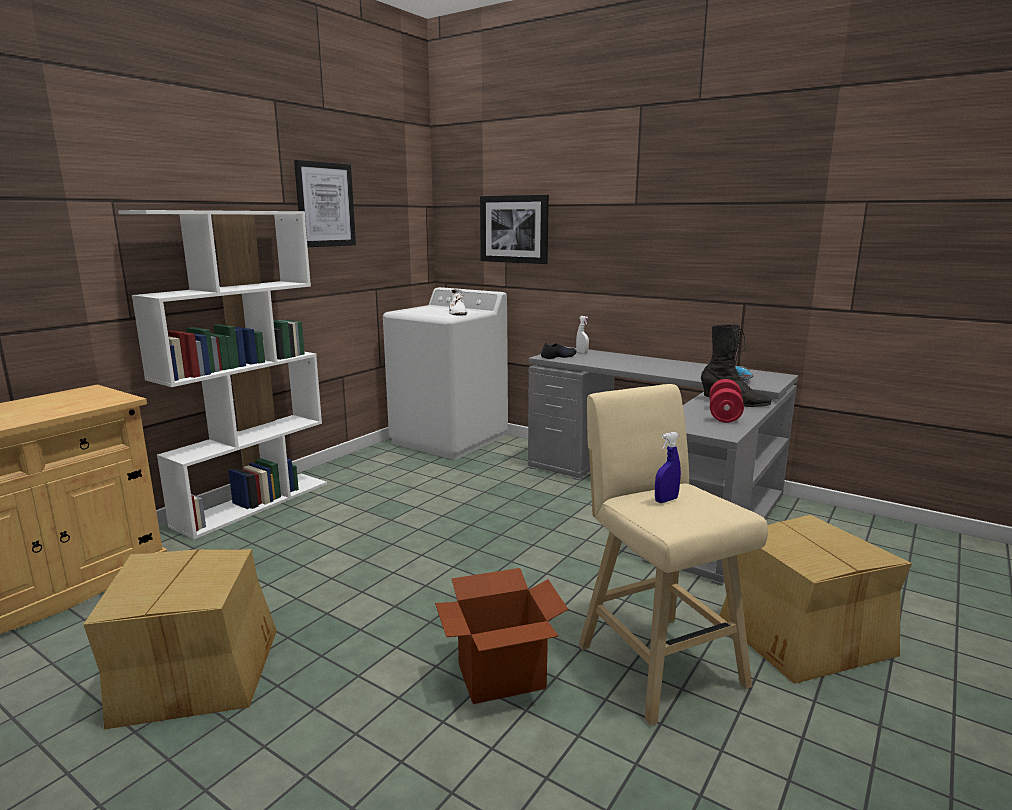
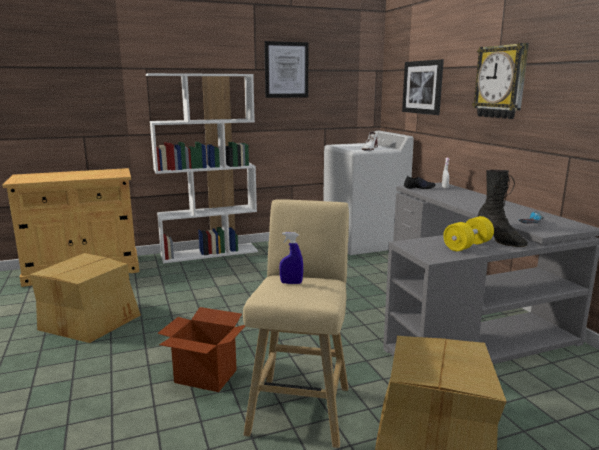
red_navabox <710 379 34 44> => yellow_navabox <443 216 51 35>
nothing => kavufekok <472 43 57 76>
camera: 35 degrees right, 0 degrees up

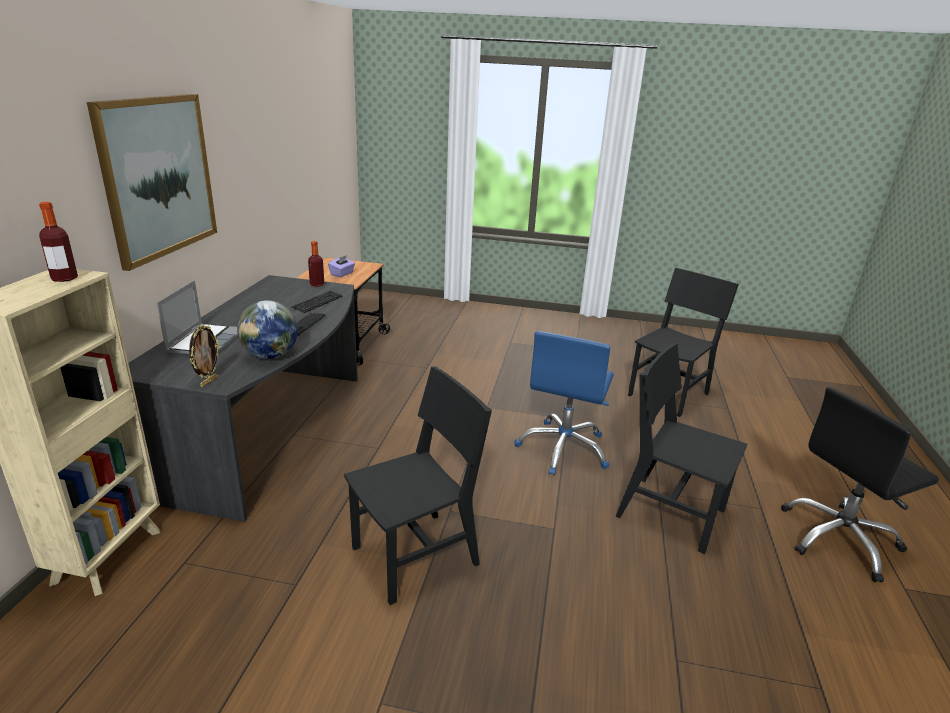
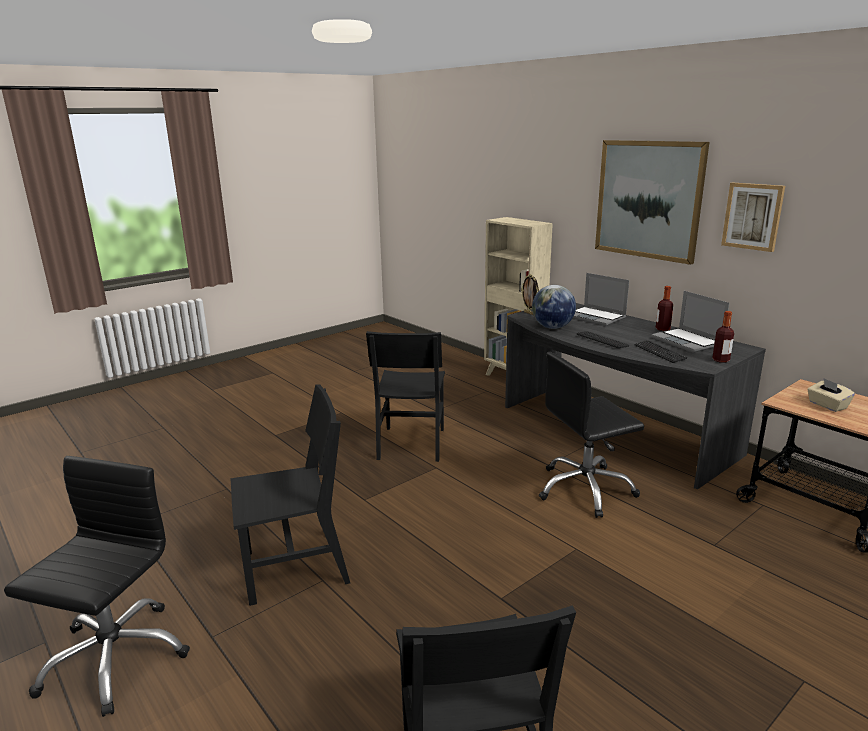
nothing => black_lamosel <539 352 105 166>
nothing => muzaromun <651 291 78 62>
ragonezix <39 202 39 80> => ragonezix <656 286 17 45>, shifted
nothing => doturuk <721 183 64 69>
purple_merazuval <328 255 27 22> => beige_merazuval <807 378 48 34>
blue_lamosel <515 331 99 145> => nothing
camera: 130 degrees right, 5 degrees down

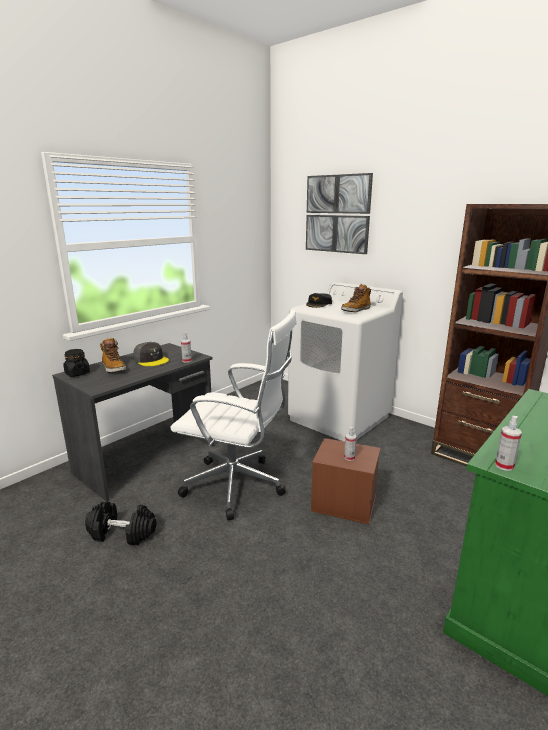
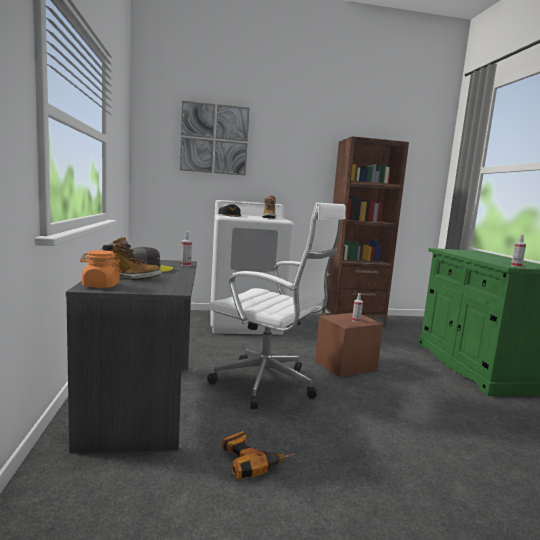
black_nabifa <63 349 27 28> => orange_nabifa <80 250 41 38>
white_lamosel <170 310 127 211> => white_lamosel <207 203 139 206>, 60 degrees clockwise
black_navabox <85 502 71 43> => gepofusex <222 431 73 49>
camera: 50 degrees left, 10 degrees down

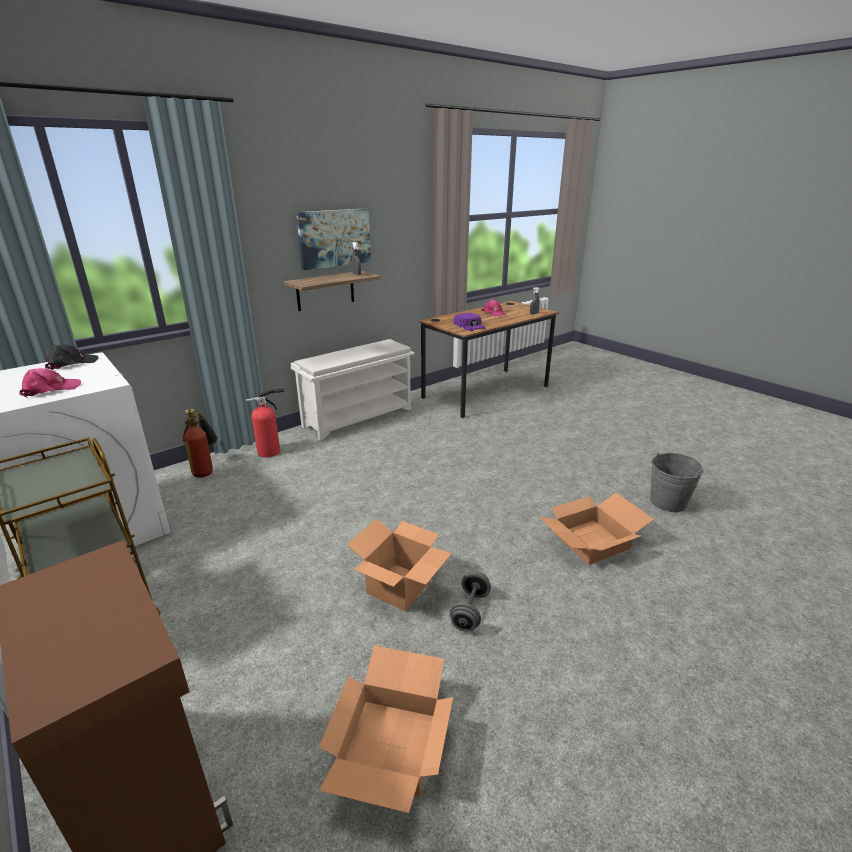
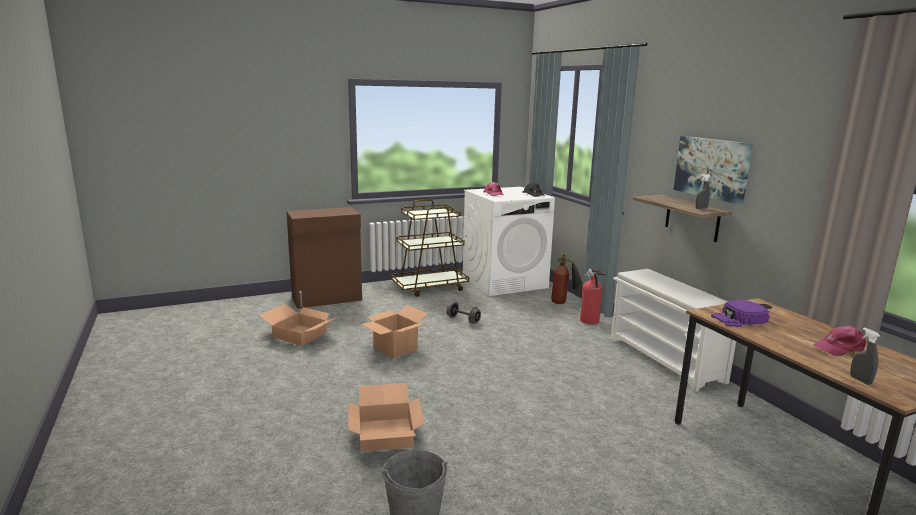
grey_navabox <450 571 41 61> => grey_navabox <446 302 35 22>, shifted
camera: 105 degrees right, 10 degrees down

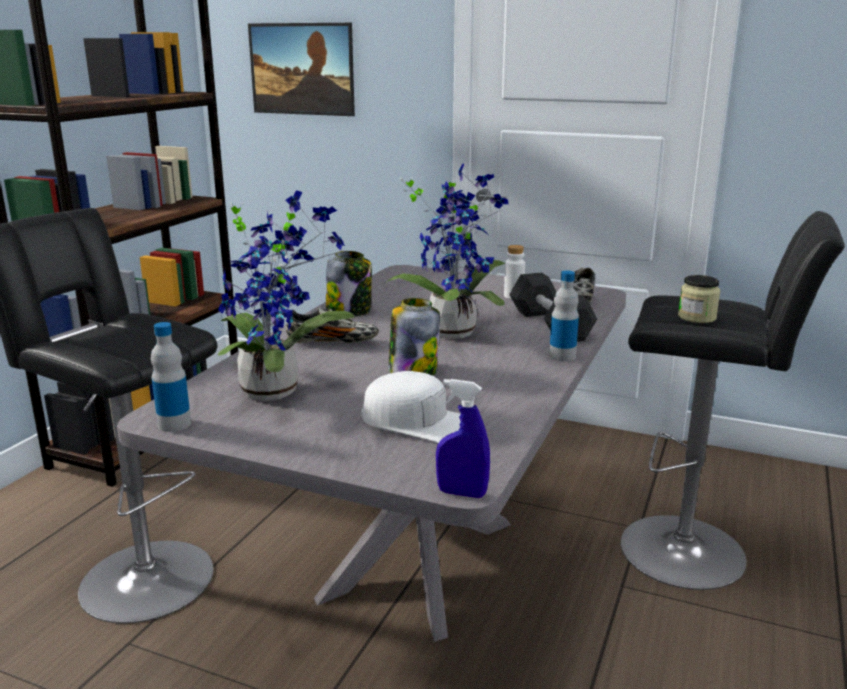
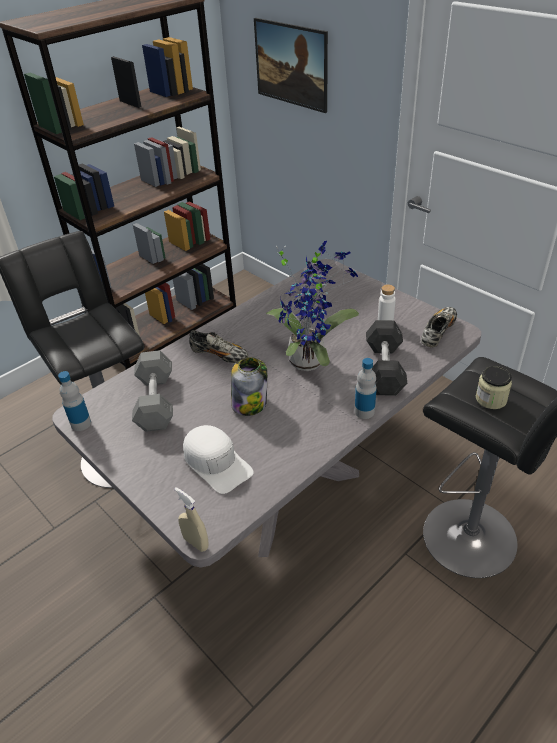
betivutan <217 190 138 211> => grey_navabox <132 350 41 82>
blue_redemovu <436 379 54 119> => beige_redemovu <174 487 35 65>
nabifa <326 251 46 65> => nothing
camera: 25 degrees right, 20 degrees up

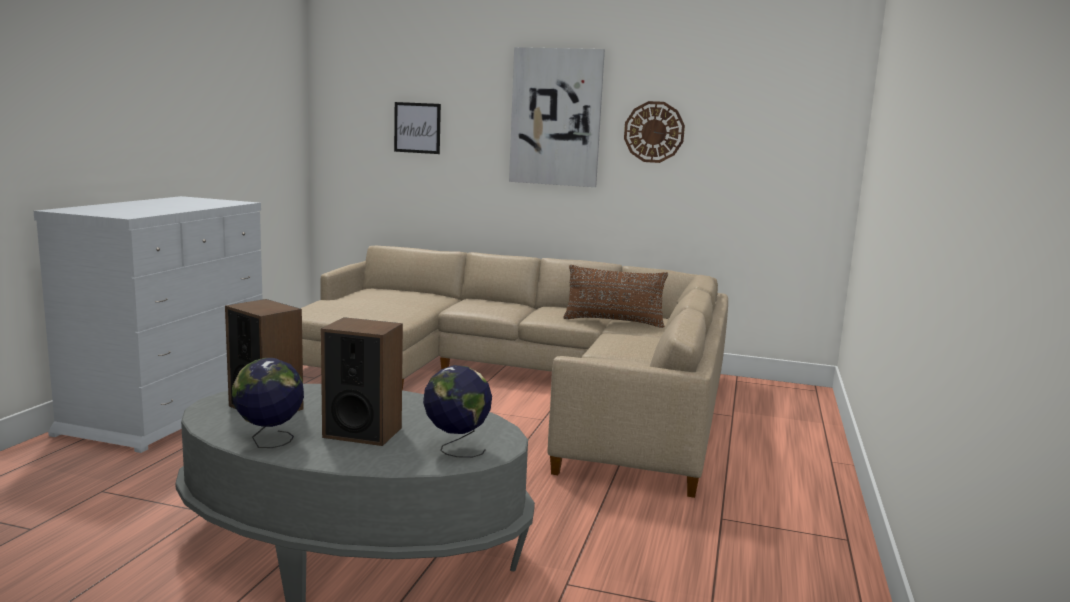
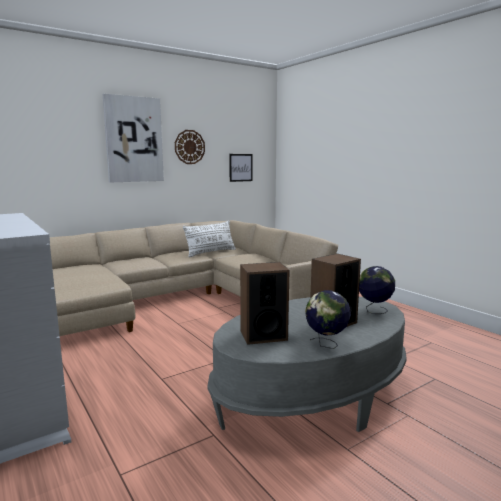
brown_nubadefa <563 265 105 63> => white_nubadefa <183 221 53 36>
doturuk <394 102 47 52> => doturuk <229 154 24 28>, shifted
camera: 50 degrees left, 0 degrees up

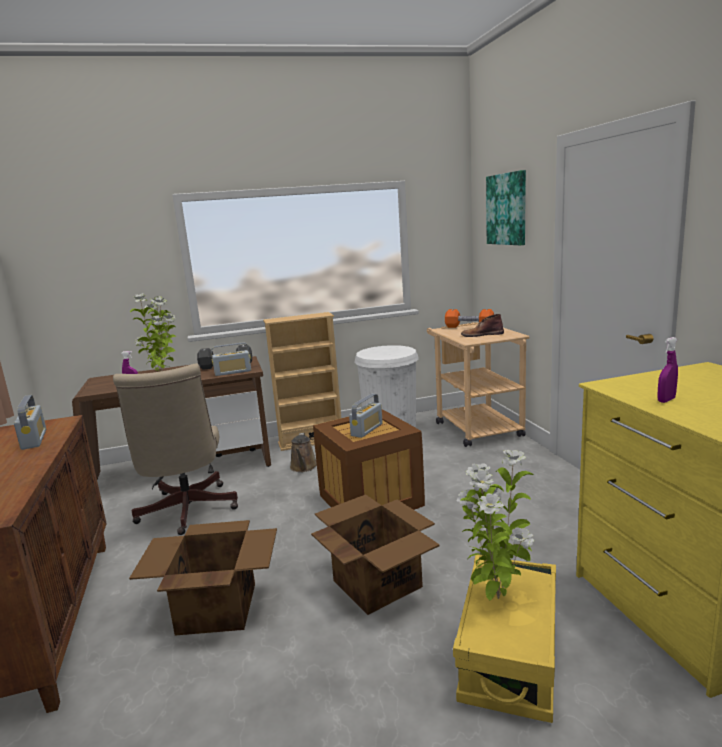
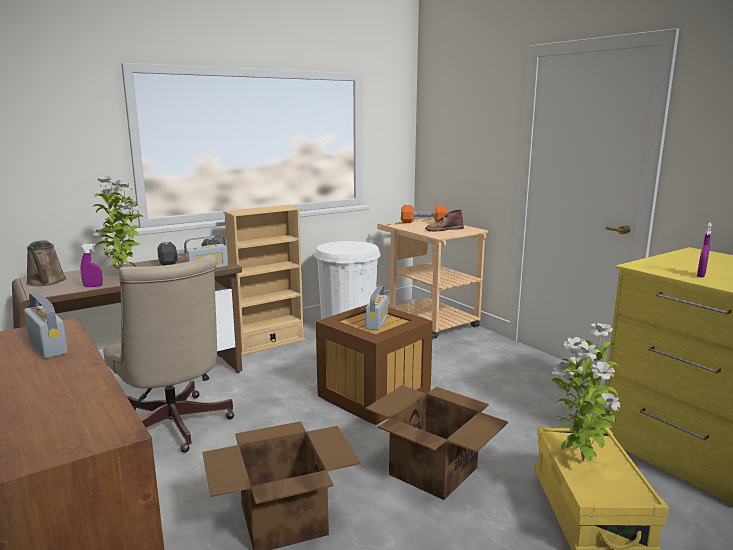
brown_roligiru <290 433 27 39> => brown_roligiru <26 240 40 46>, shifted
doturuk <486 170 40 76> => nothing
camera: 20 degrees left, 0 degrees up

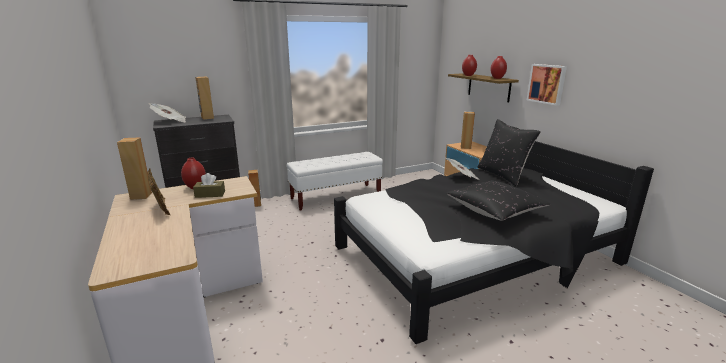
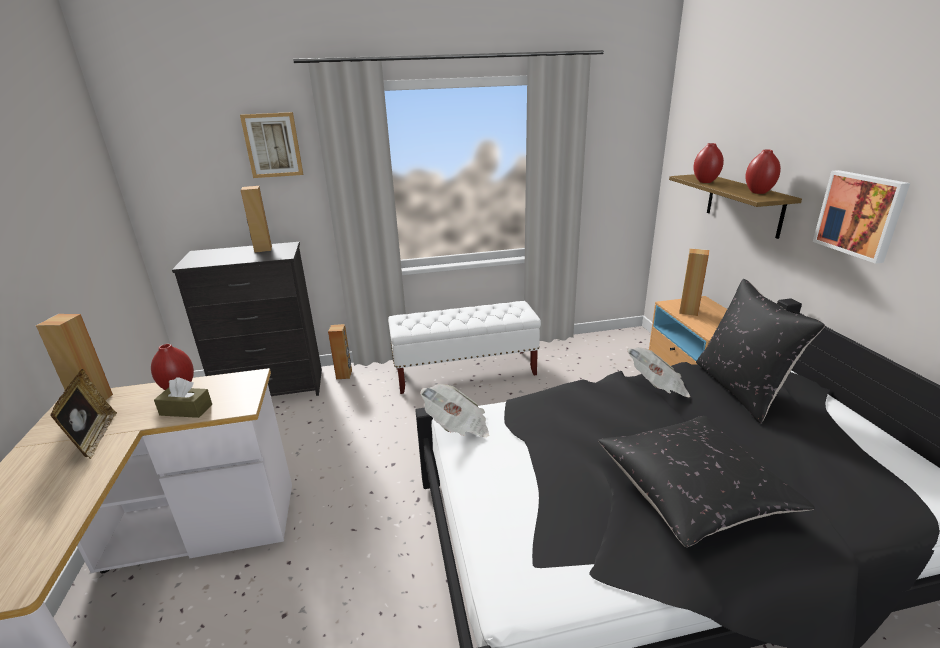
nothing => doturuk <240 112 63 66>
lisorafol <149 103 37 19> => lisorafol <420 384 69 53>, shifted
camera: 15 degrees right, 5 degrees up

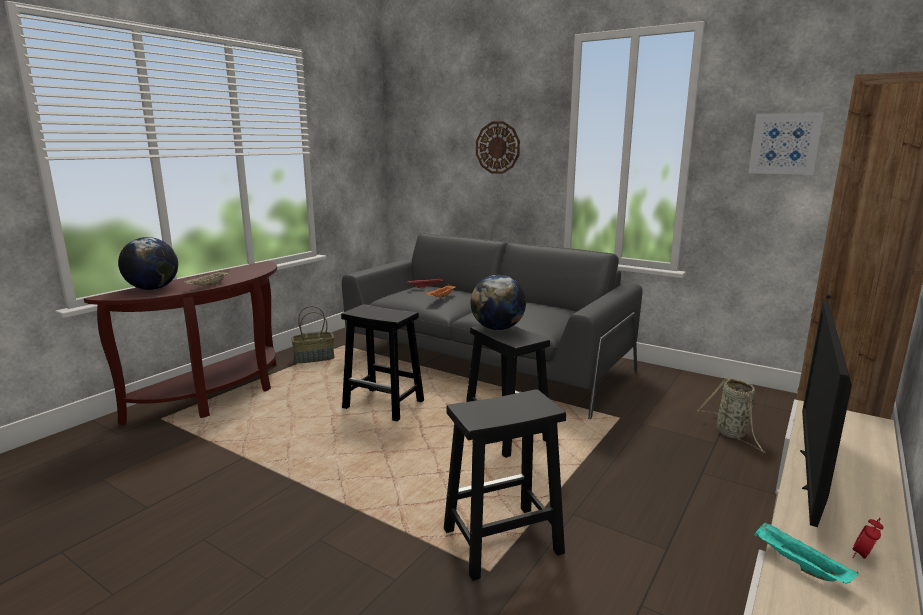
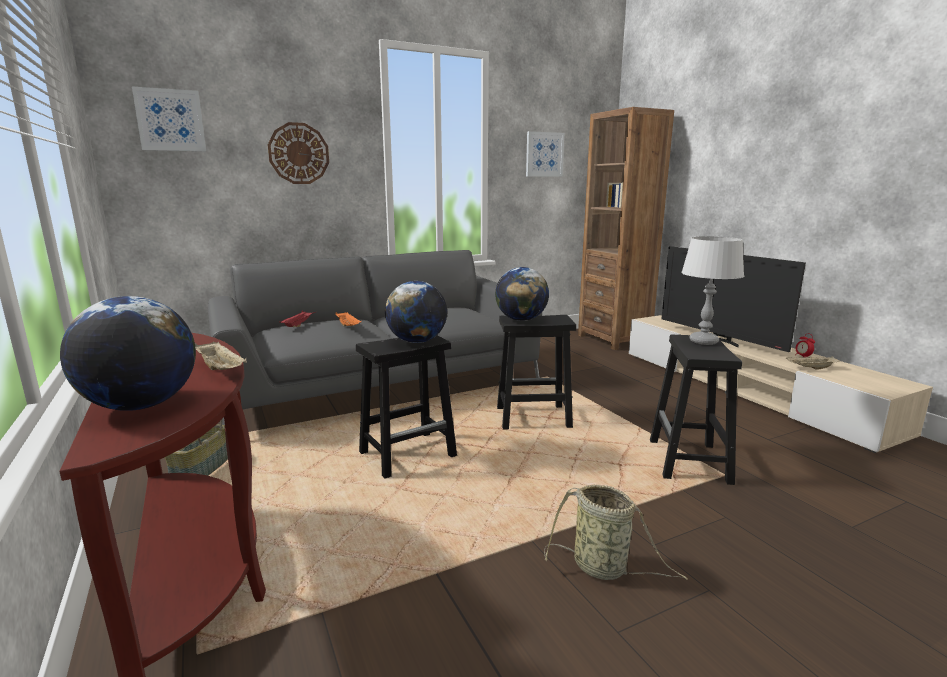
nothing => doturuk <132 87 74 64>
nothing => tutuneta <385 281 62 62>
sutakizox <697 377 69 76> => sutakizox <544 485 144 95>, shifted
nothing => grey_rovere <681 236 63 109>
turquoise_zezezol <754 522 104 62> => beige_zezezol <786 356 54 13>
camera: 60 degrees left, 0 degrees up

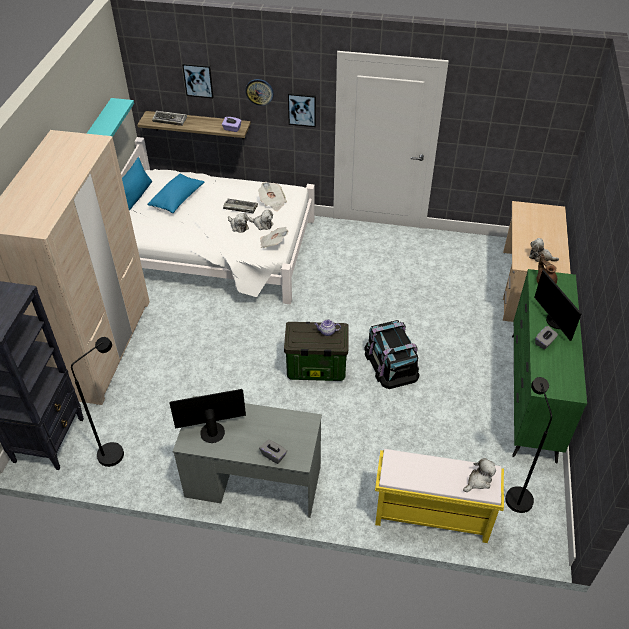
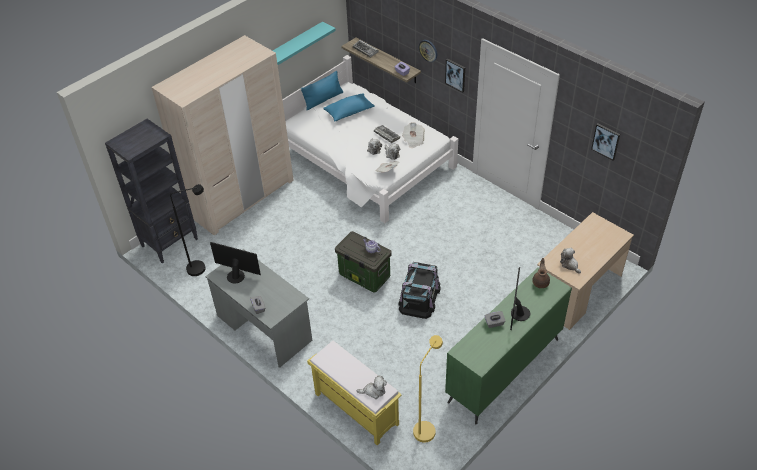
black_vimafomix <505 377 47 136> => yellow_vimafomix <413 335 30 108>
doturuk <182 63 32 35> => doturuk <591 123 29 37>, shifted
camera: 35 degrees right, 0 degrees up

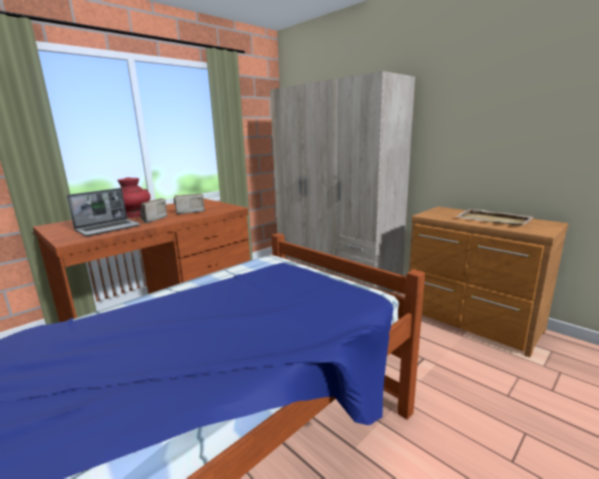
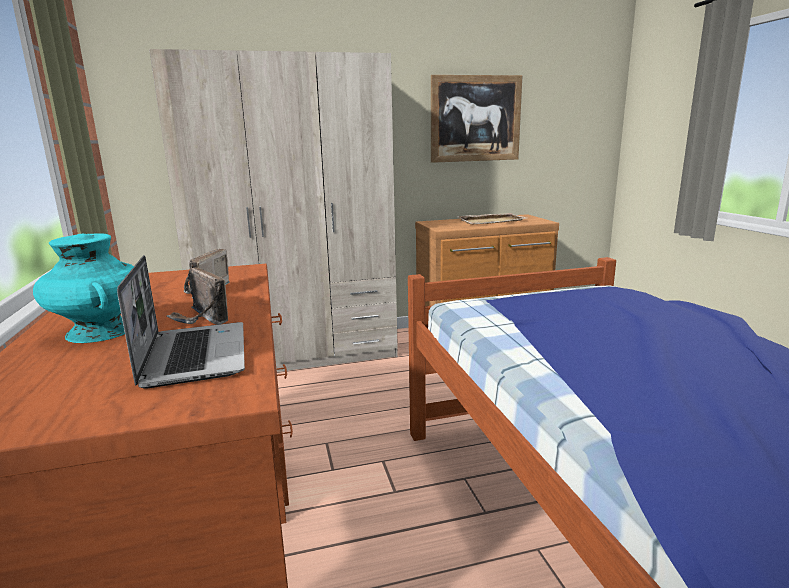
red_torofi <117 177 33 41> => turquoise_torofi <33 234 101 109>
nothing => doturuk <431 75 92 88>
camera: 60 degrees left, 0 degrees up

